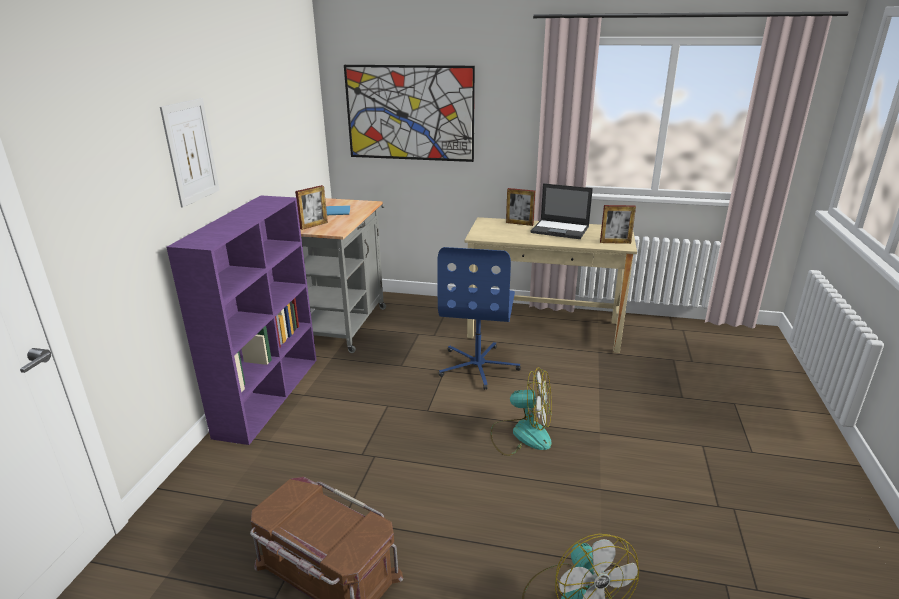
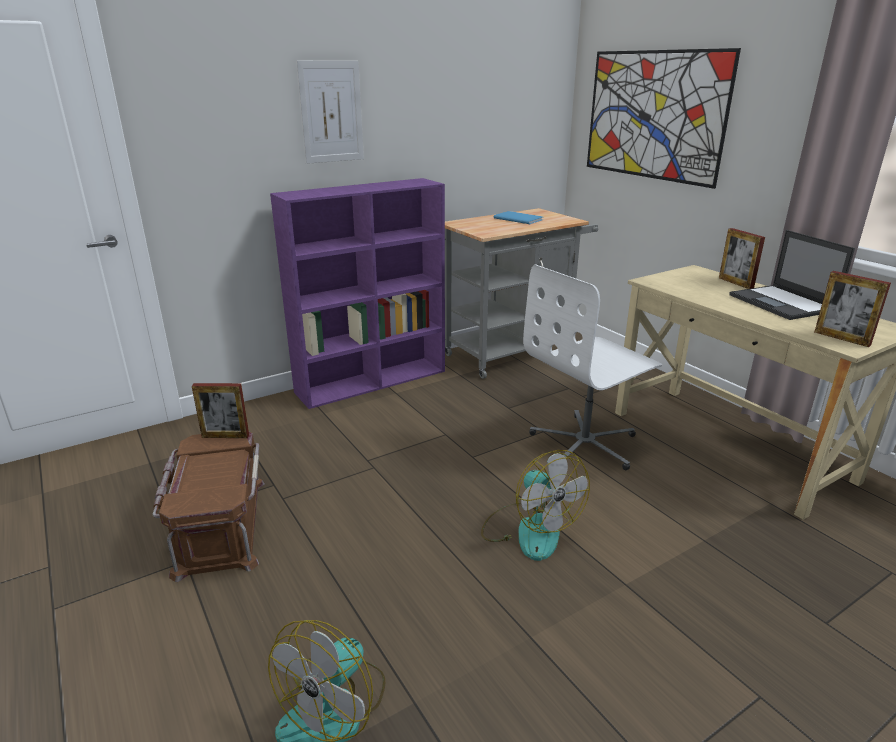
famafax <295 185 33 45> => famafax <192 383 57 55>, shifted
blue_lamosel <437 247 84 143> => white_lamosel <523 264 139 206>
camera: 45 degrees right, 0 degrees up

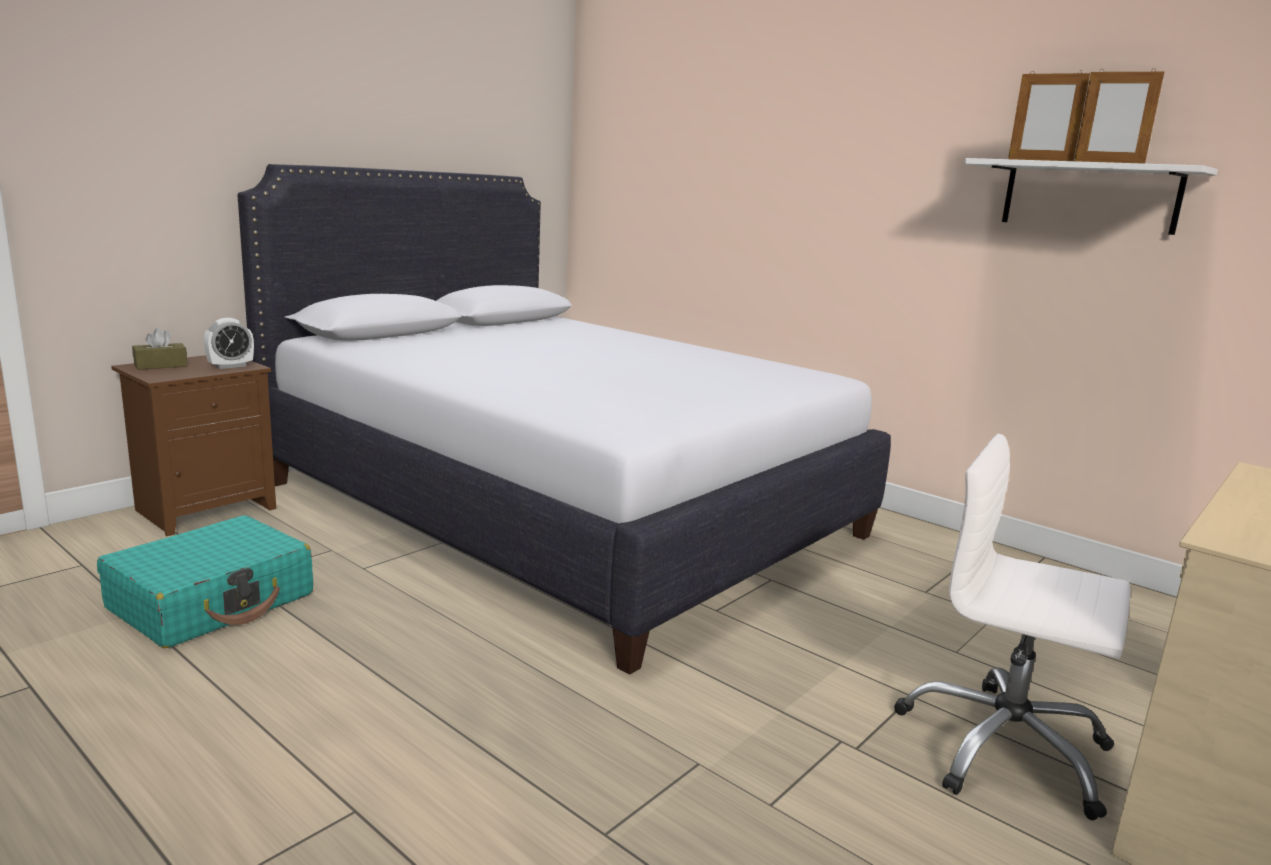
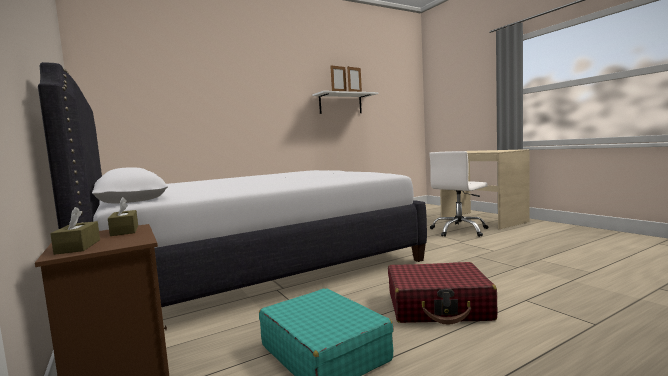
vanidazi <204 318 50 51> => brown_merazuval <108 197 30 39>
nothing => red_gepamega <388 262 110 63>
camera: 70 degrees left, 10 degrees down

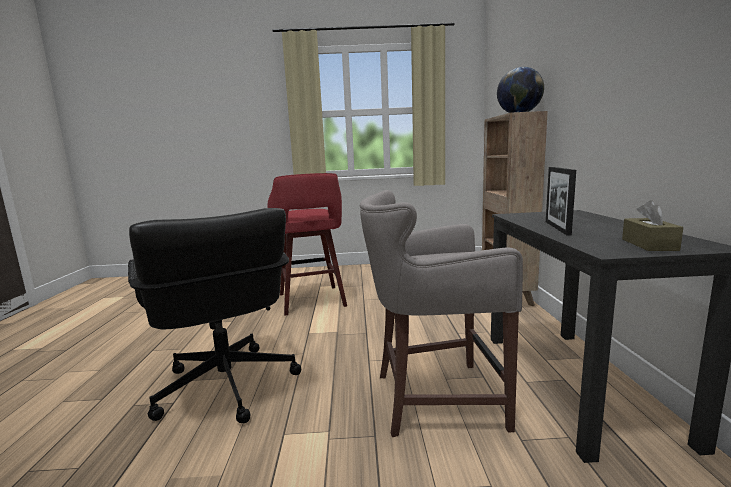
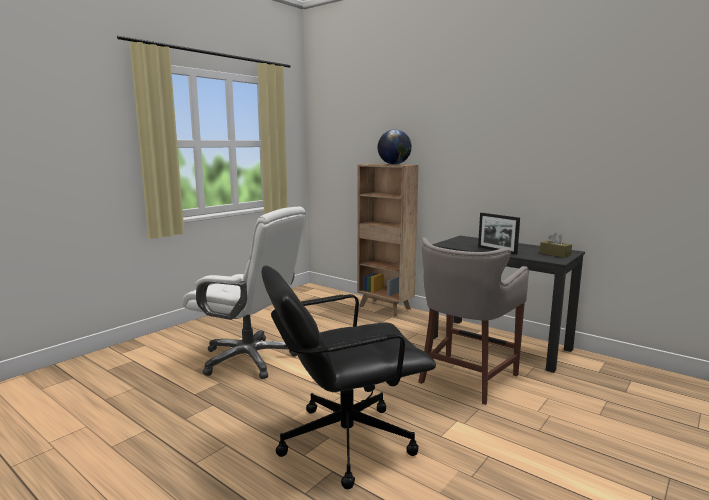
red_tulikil <268 173 79 142> => white_lamosel <182 207 124 172>
black_lamosel <128 208 173 215> => black_lamosel <261 266 175 223>, 150 degrees clockwise
camera: 50 degrees left, 0 degrees up

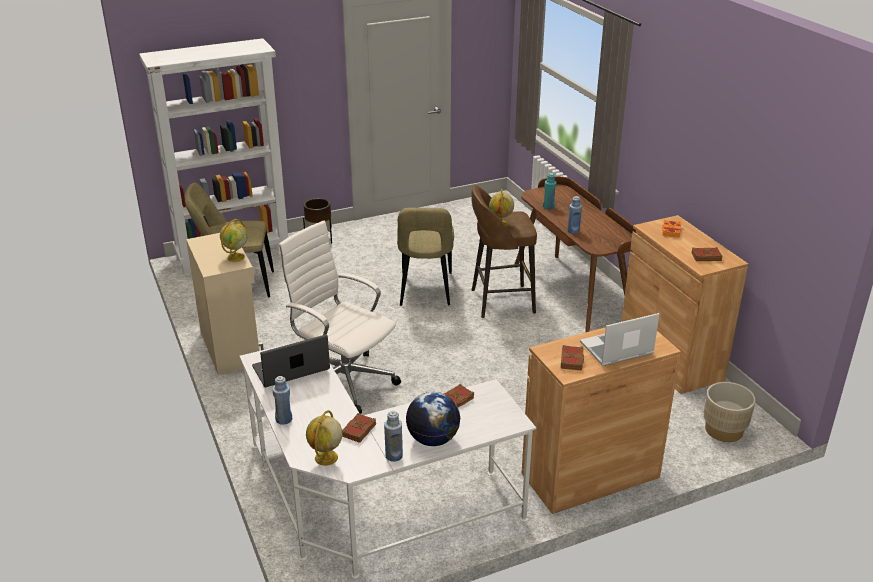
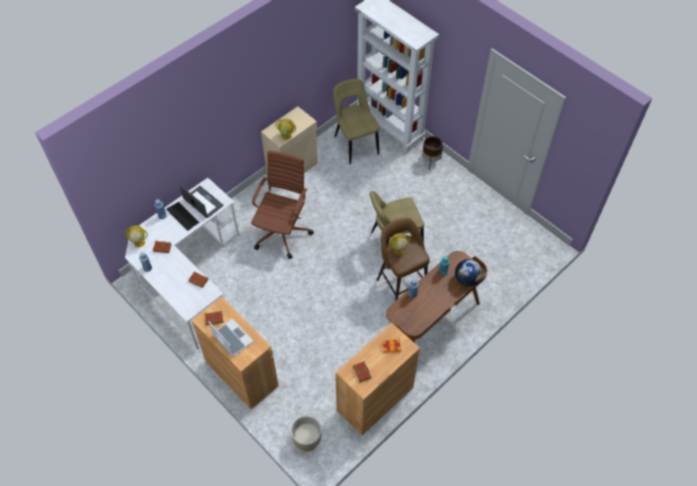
nothing => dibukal <167 202 32 29>
white_lamosel <279 221 122 193> => brown_lamosel <251 150 63 109>
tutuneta <406 392 54 54> => tutuneta <455 259 28 28>, shifted
camera: 70 degrees right, 25 degrees up

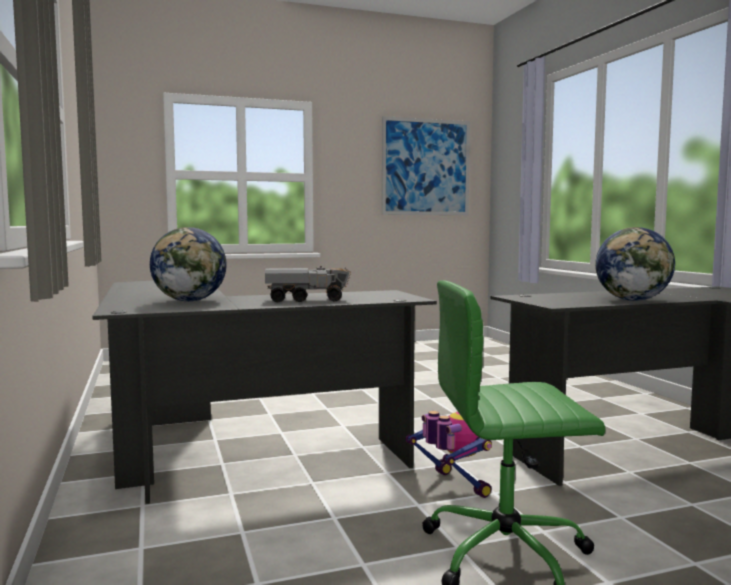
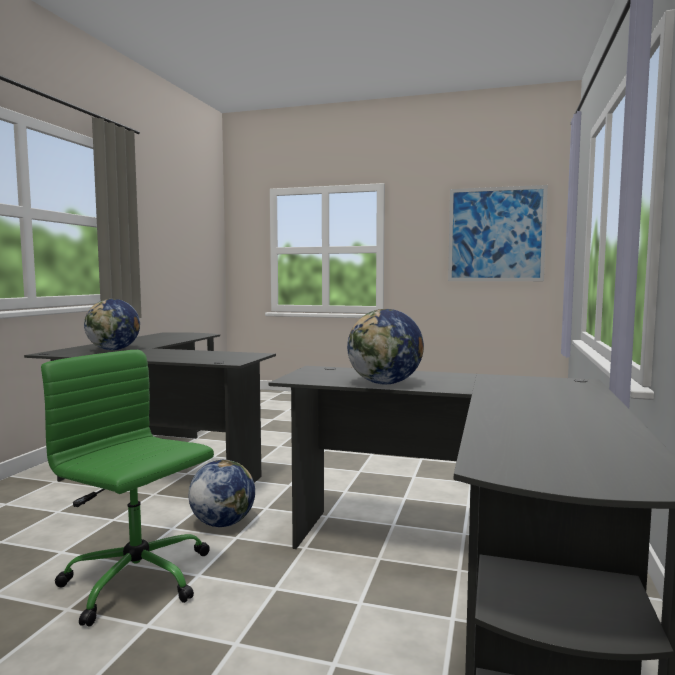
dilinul <405 411 87 87> => tutuneta <188 460 67 67>
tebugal <265 266 86 36> => nothing
camera: 35 degrees right, 0 degrees up

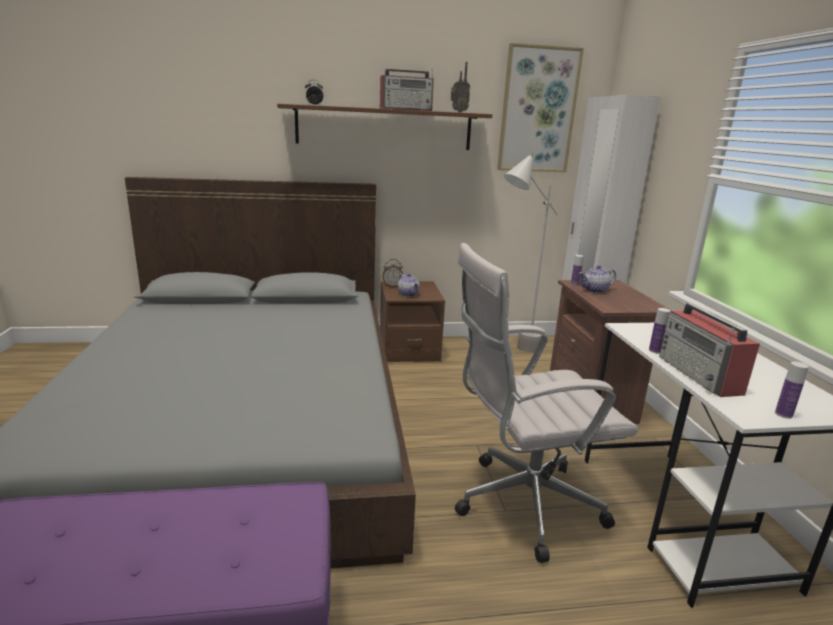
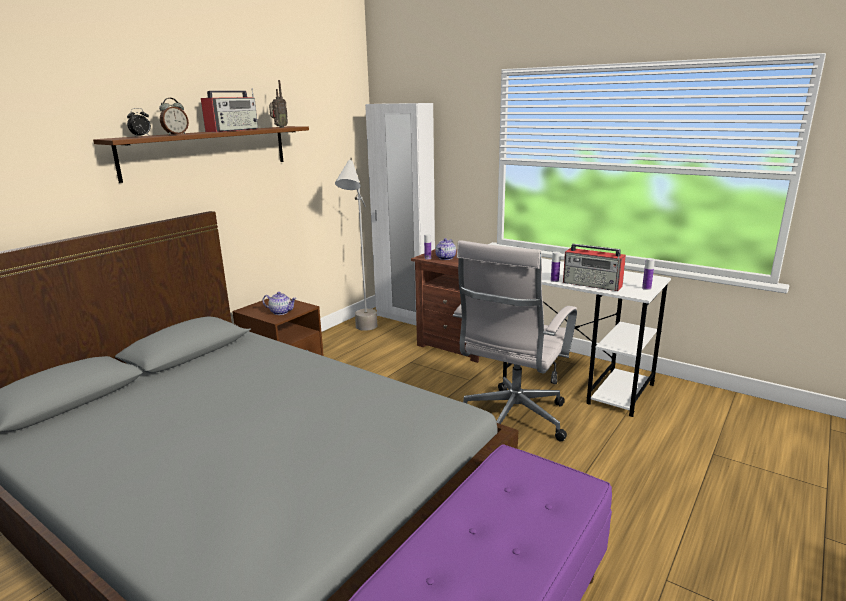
vanidazi <383 259 20 28> => vanidazi <159 98 30 37>, shifted
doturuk <497 43 87 129> => nothing
camera: 45 degrees left, 0 degrees up

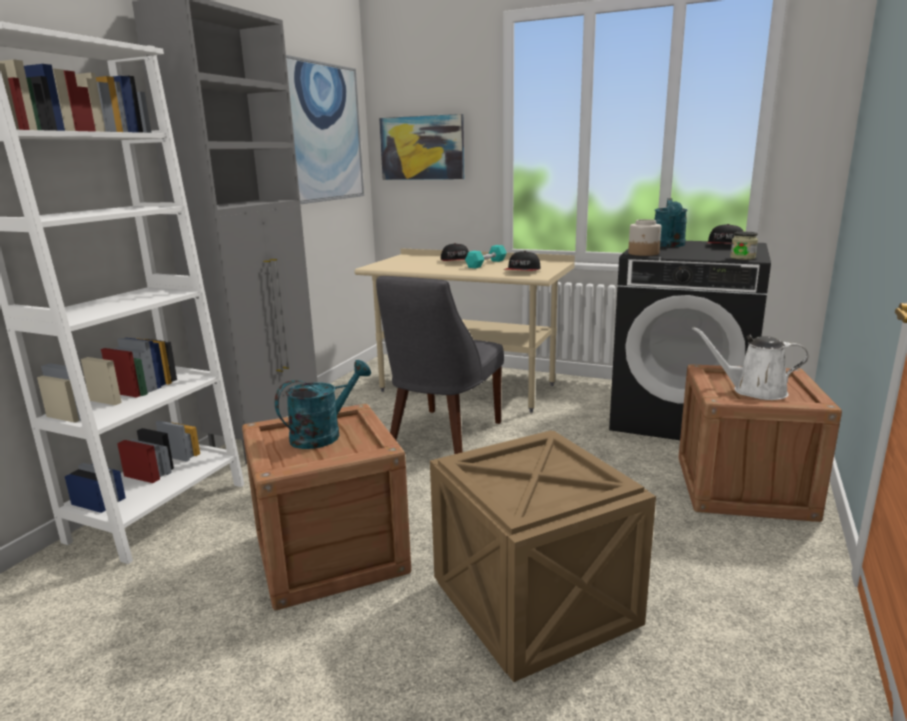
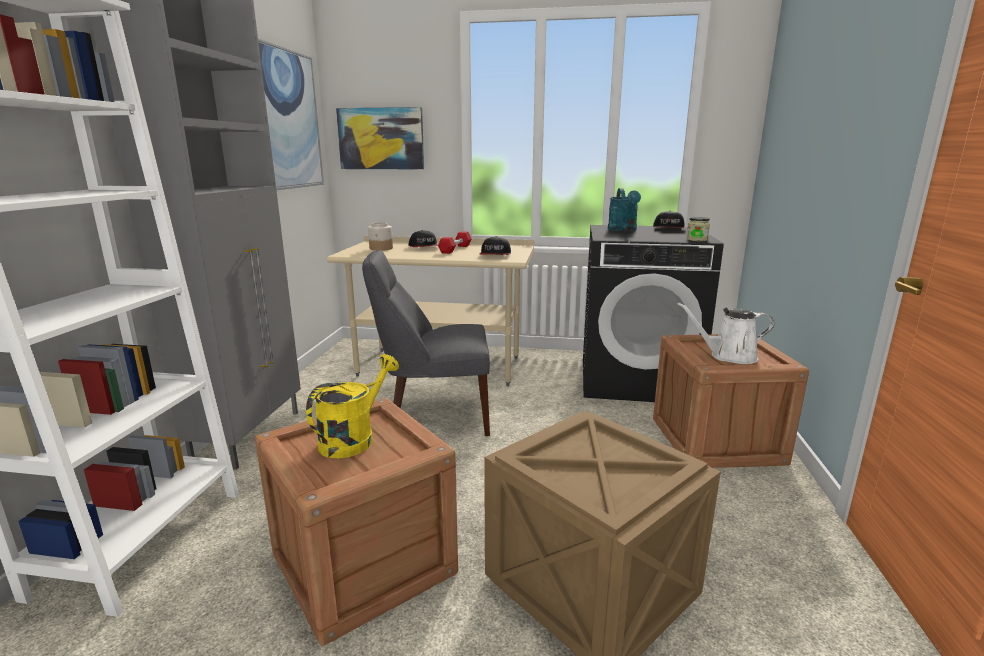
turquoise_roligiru <275 360 96 89> => yellow_roligiru <306 354 93 104>
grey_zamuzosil <376 276 128 178> => grey_zamuzosil <362 250 128 186>, 75 degrees clockwise
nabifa <628 219 33 37> => nabifa <368 222 25 29>, shifted
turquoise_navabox <465 245 42 23> => red_navabox <438 231 34 23>
camera: 15 degrees left, 0 degrees up

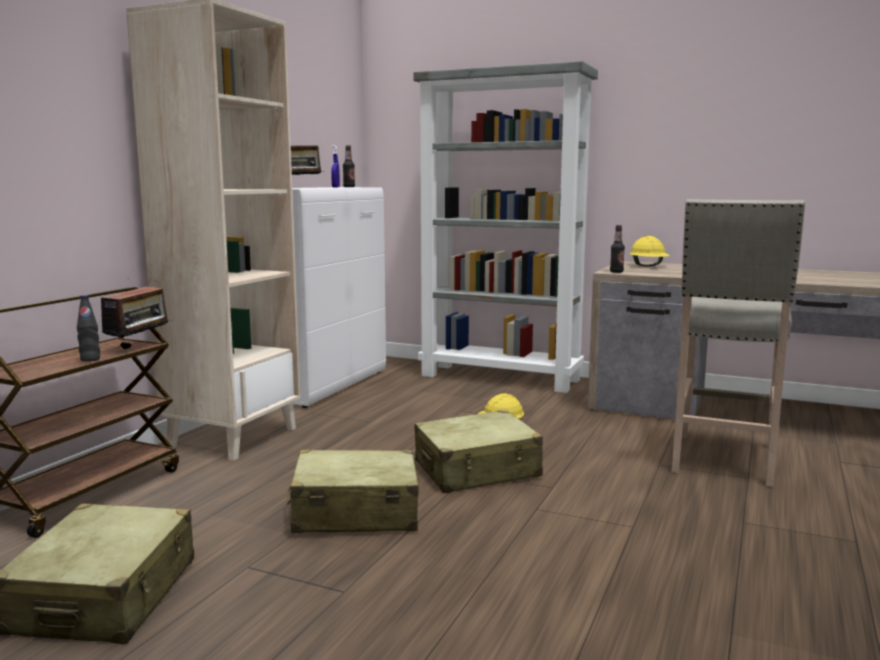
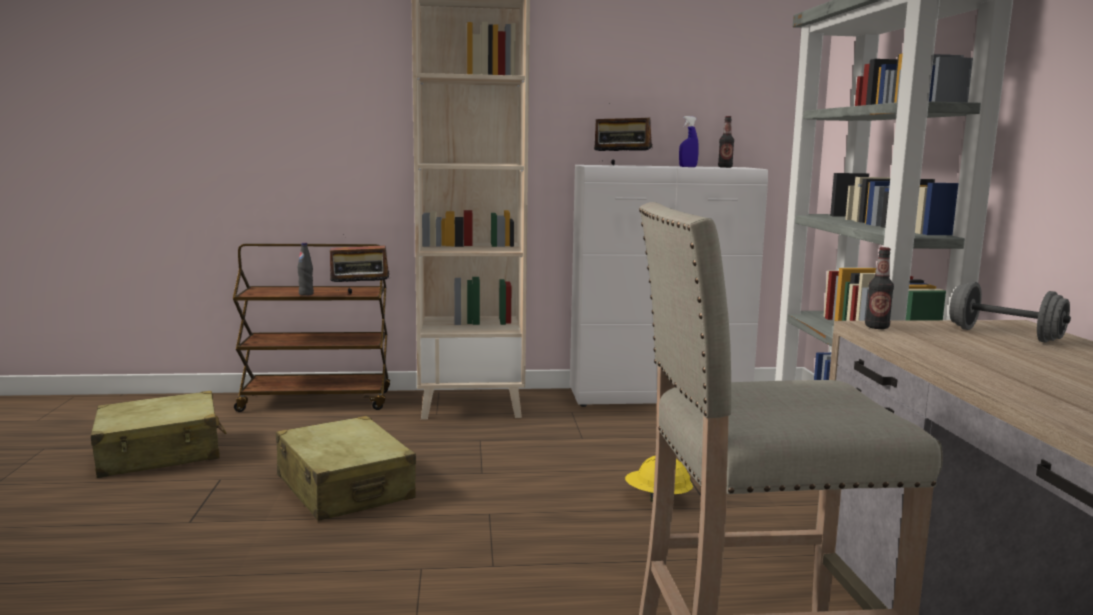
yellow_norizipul <630 236 40 30> => grey_navabox <949 282 122 61>
beige_gepamega <415 410 128 83> => nothing
camera: 60 degrees right, 0 degrees up

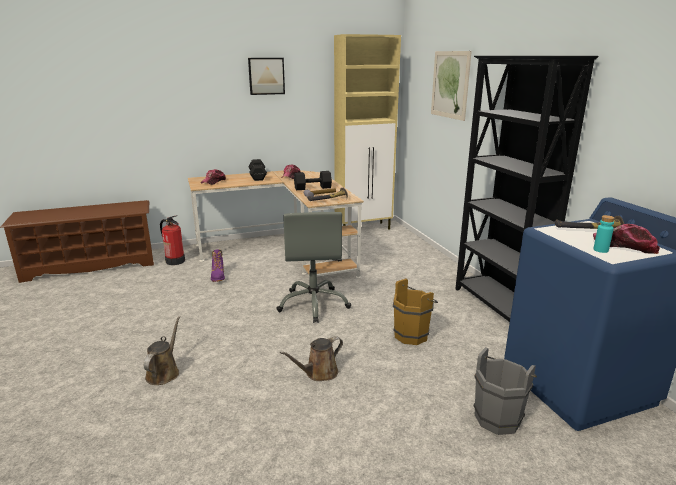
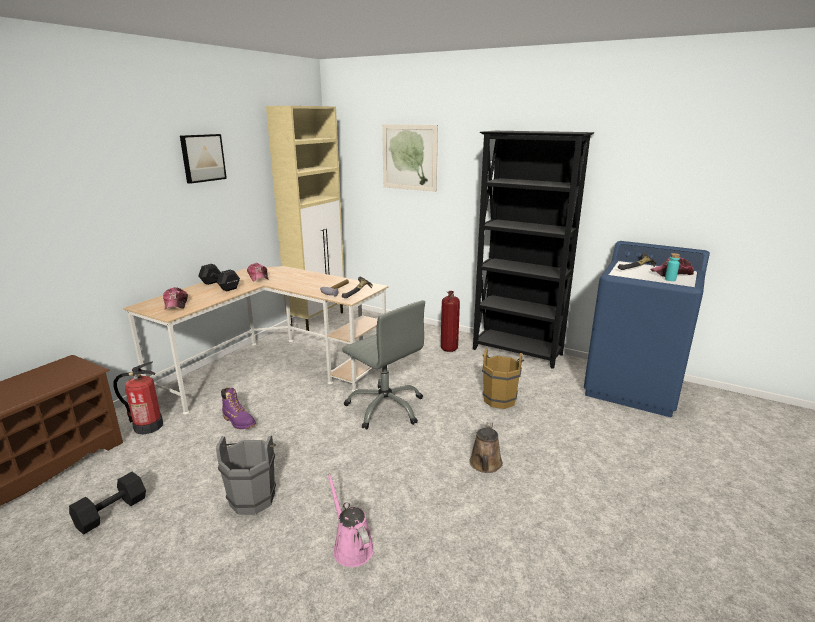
black_navabox <294 171 38 19> => black_navabox <69 472 77 62>, shifted
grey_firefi <474 347 63 88> => grey_firefi <216 436 60 79>, shifted
brown_roligiru <144 316 36 69> => pink_roligiru <328 474 46 93>
nothing => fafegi <441 291 19 61>
camera: 40 degrees left, 0 degrees up

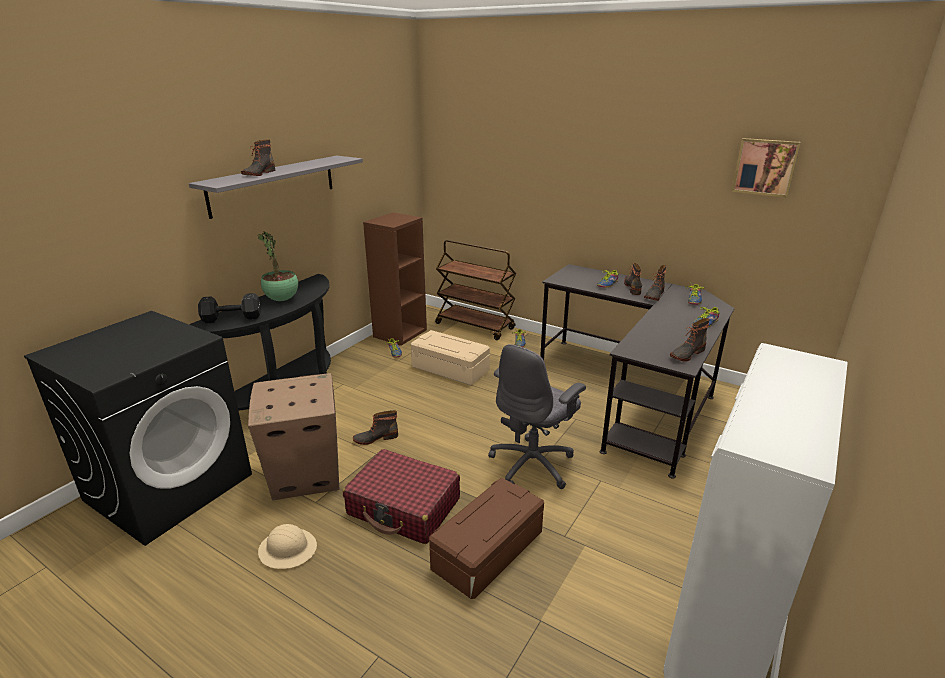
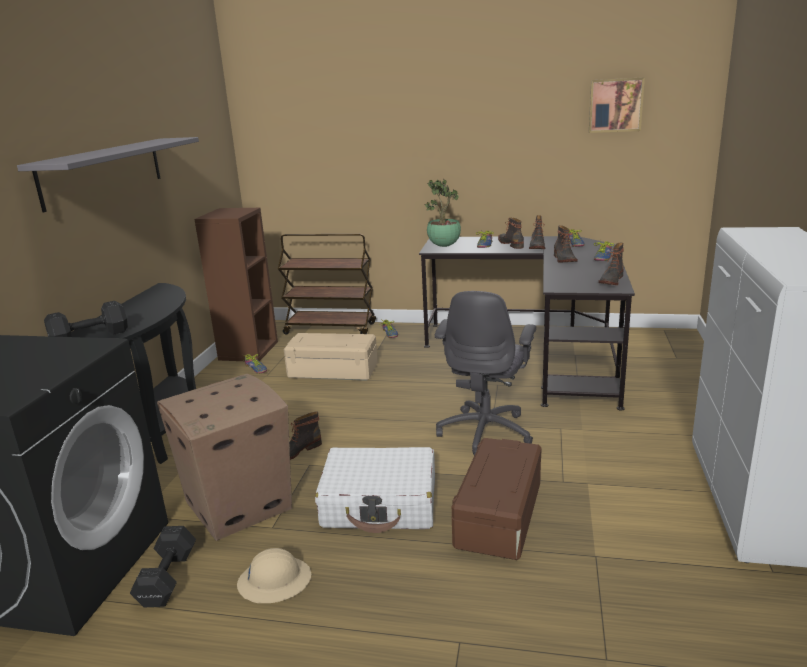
nothing => black_navabox <130 526 66 81>
red_gepamega <343 449 117 95> => white_gepamega <315 447 120 86>
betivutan <258 231 40 70> => betivutan <424 179 37 68>, shifted
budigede <241 139 34 37> => budigede <554 225 23 38>, shifted
camera: 20 degrees left, 5 degrees down

